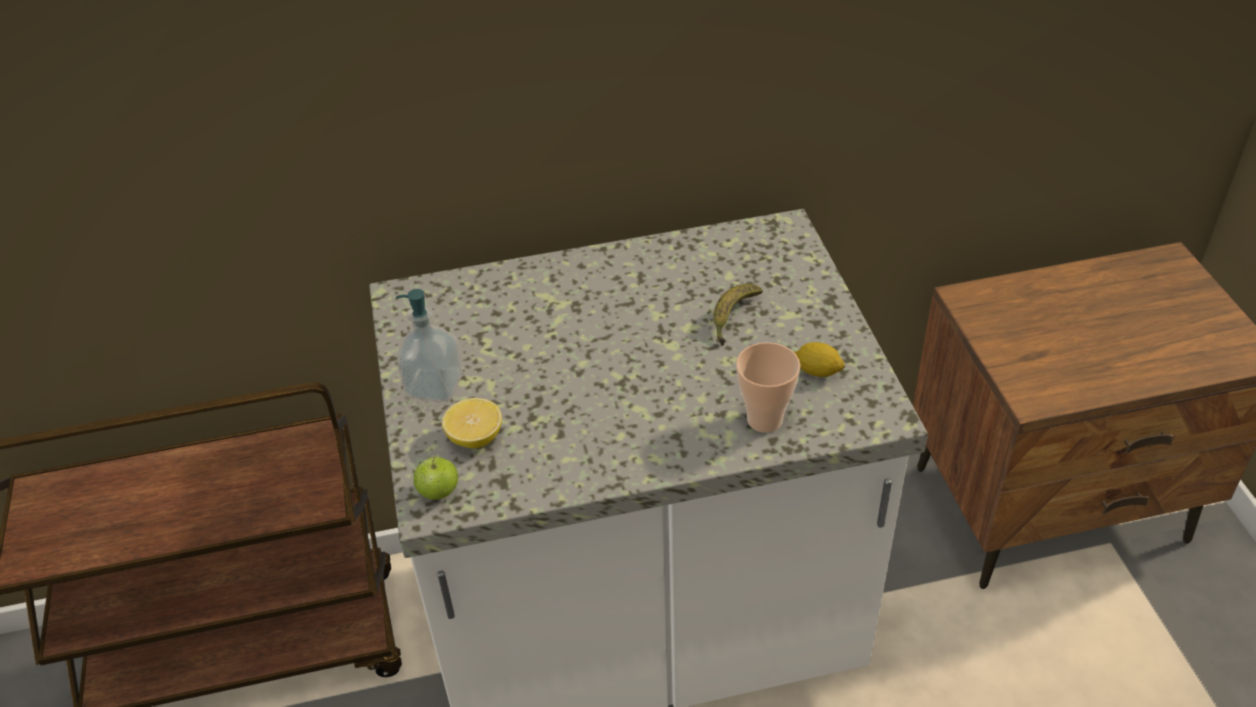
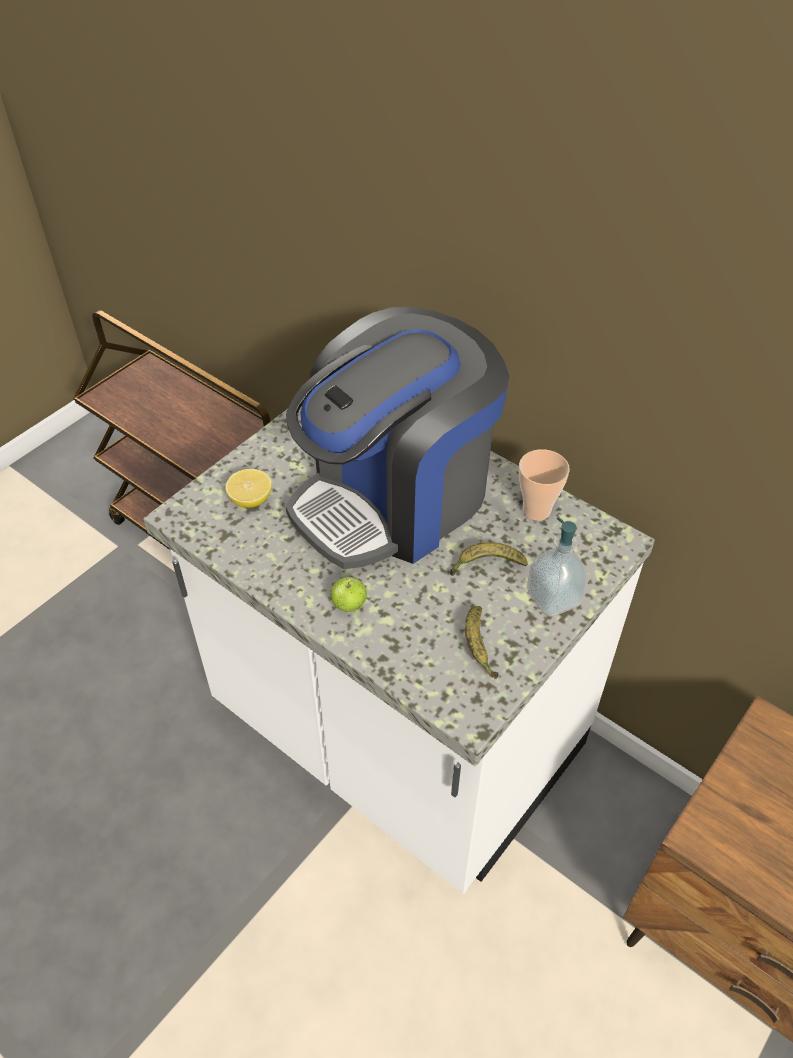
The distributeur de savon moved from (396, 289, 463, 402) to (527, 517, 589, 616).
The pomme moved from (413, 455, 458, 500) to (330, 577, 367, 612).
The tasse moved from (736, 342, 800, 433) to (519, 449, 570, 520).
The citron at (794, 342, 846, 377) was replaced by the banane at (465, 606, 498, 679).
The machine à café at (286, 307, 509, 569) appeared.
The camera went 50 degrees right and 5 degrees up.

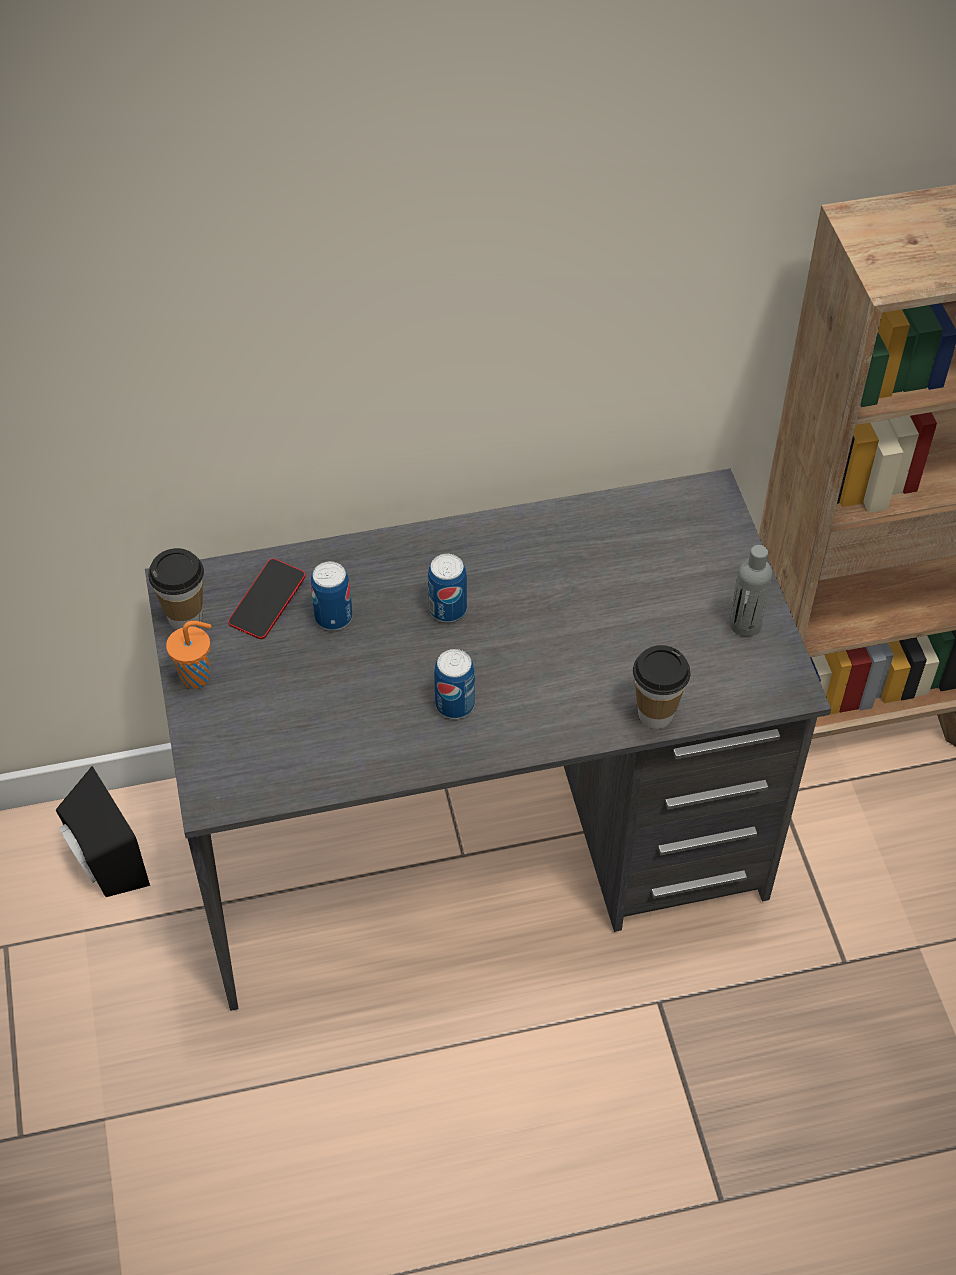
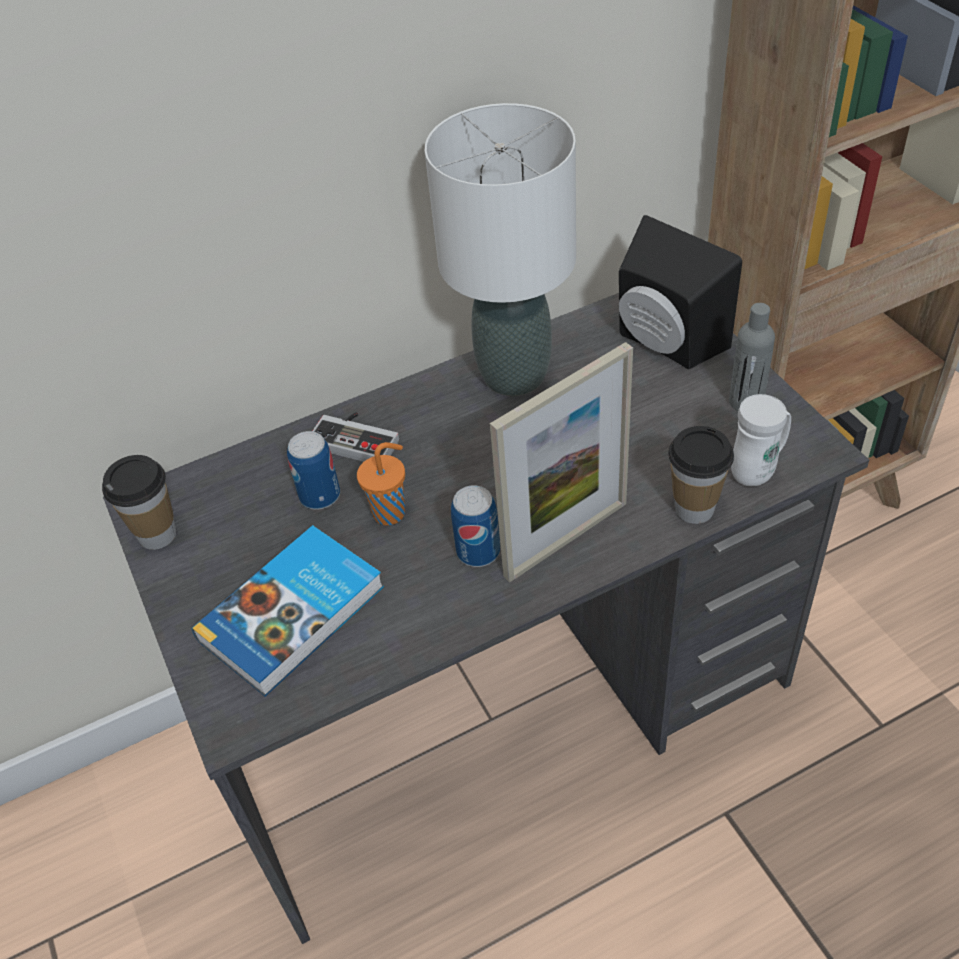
The enceinte/noir moved from (56, 766, 150, 897) to (619, 215, 742, 369).
The tasse/orange moved from (166, 621, 211, 689) to (357, 442, 405, 525).
The téléphone at (228, 559, 305, 639) disappeared.
The boîte métallique at (428, 554, 467, 622) disappeared.
The livre at (192, 526, 384, 696) appeared.
The manette at (313, 412, 399, 462) appeared.
The lampe de table/blanc at (425, 103, 576, 396) appeared.
The cadre photo at (490, 342, 633, 582) appeared.
The mug/blanc at (731, 394, 791, 486) appeared.
The camera went 10 degrees left and 5 degrees down.

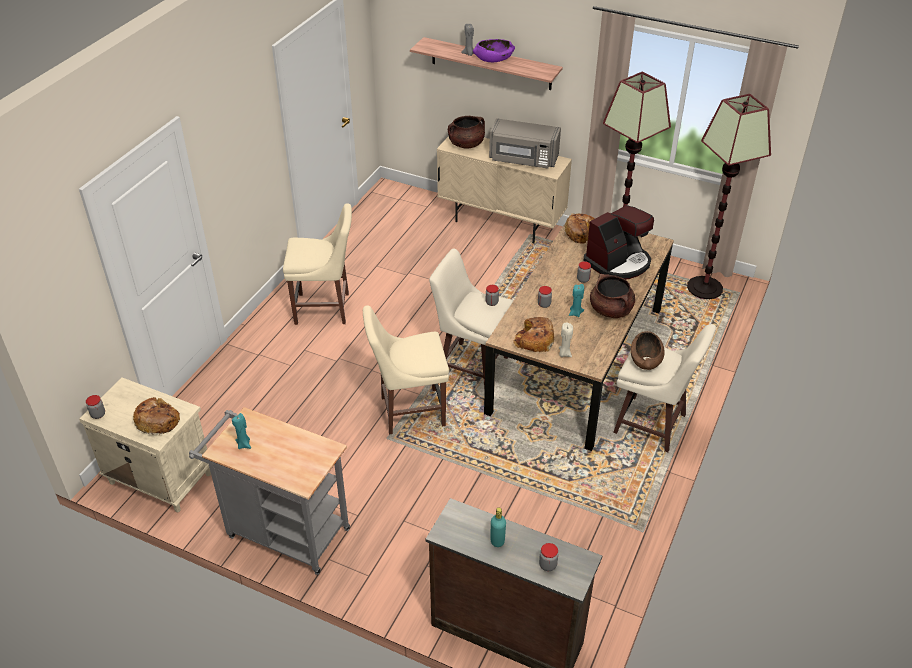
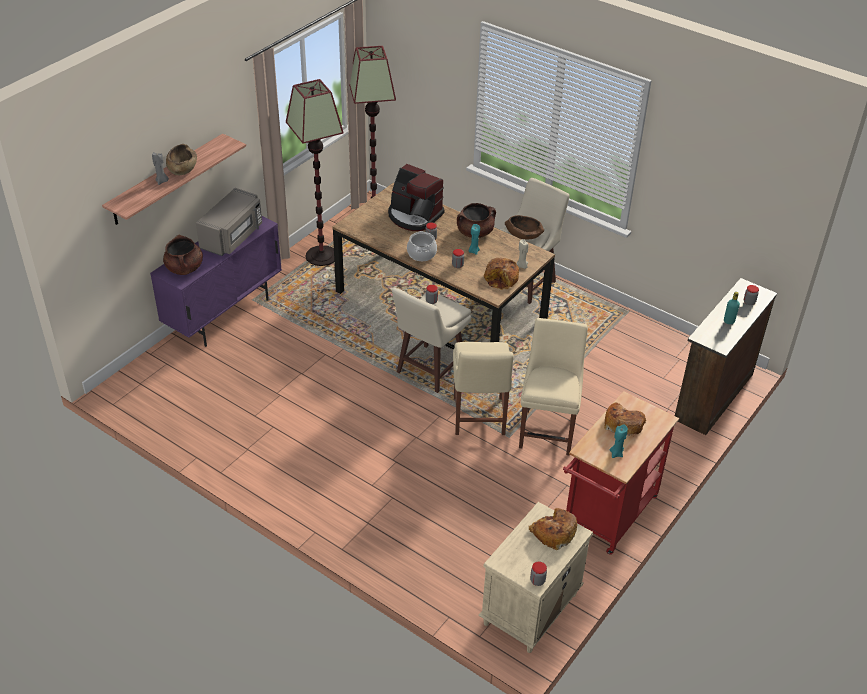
The chariot/gris at (189, 407, 350, 575) became the chariot/rouge at (563, 391, 679, 555).
The chaise/beige moved from (283, 203, 352, 325) to (519, 318, 588, 456).
The meuble de rangement/beige at (437, 136, 572, 243) became the meuble de rangement/violet at (150, 216, 282, 347).
The bol/violet at (473, 39, 515, 62) became the bol/marron at (166, 144, 197, 175).
The pain moved from (565, 214, 595, 244) to (604, 403, 646, 436).
The machine à café at (584, 205, 654, 280) turned 150 degrees clockwise.
The marmite at (407, 231, 437, 261) appeared.
The camera went 80 degrees left and 0 degrees up.

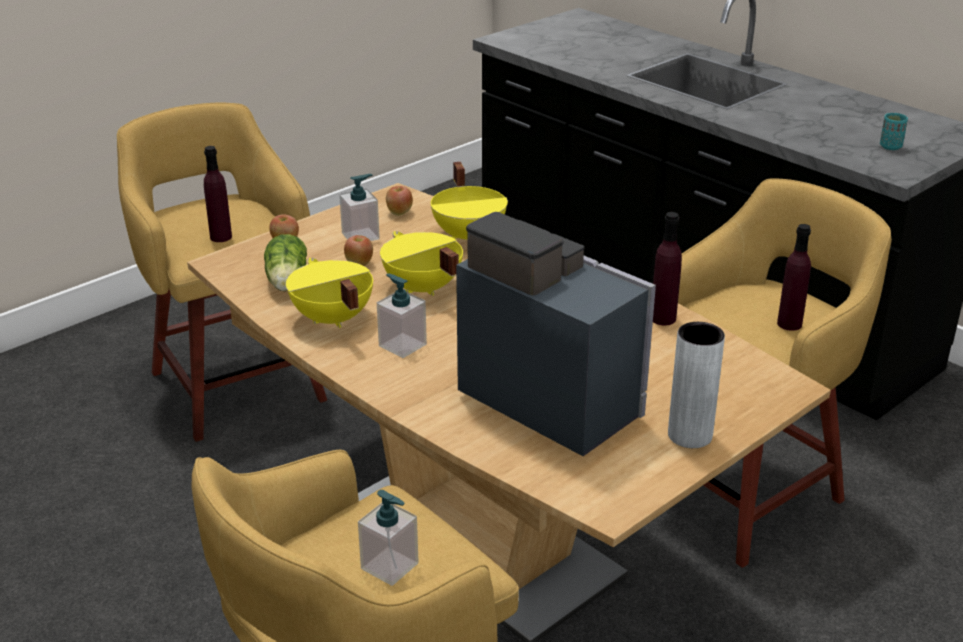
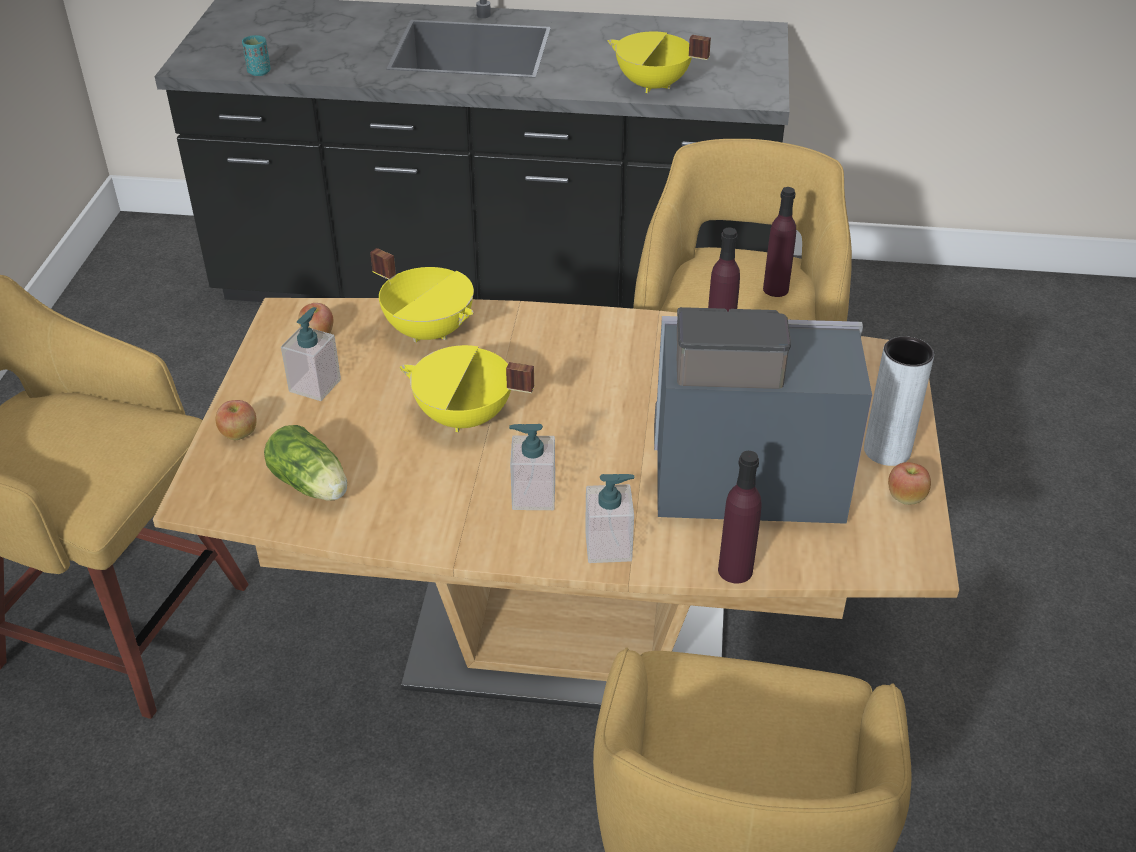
The bouteille/violet moved from (204, 146, 232, 242) to (718, 451, 762, 583).
The marmite/jaune moved from (286, 258, 373, 328) to (608, 31, 711, 93).
The pomme moved from (344, 235, 373, 266) to (888, 462, 931, 505).
The distributeur de savon moved from (358, 490, 419, 586) to (585, 474, 635, 563).
The tasse/turquoise moved from (880, 113, 908, 150) to (242, 35, 271, 76).
The camera went 40 degrees left and 10 degrees up.

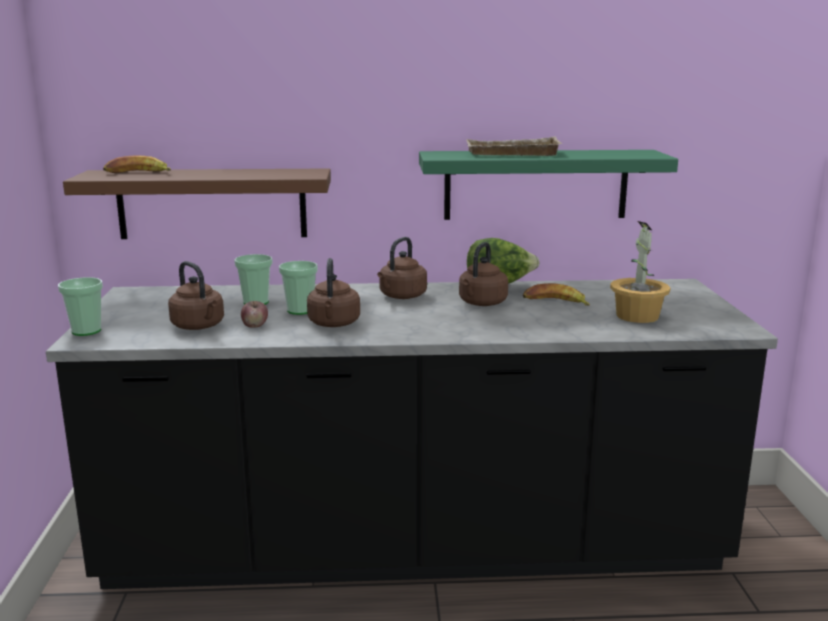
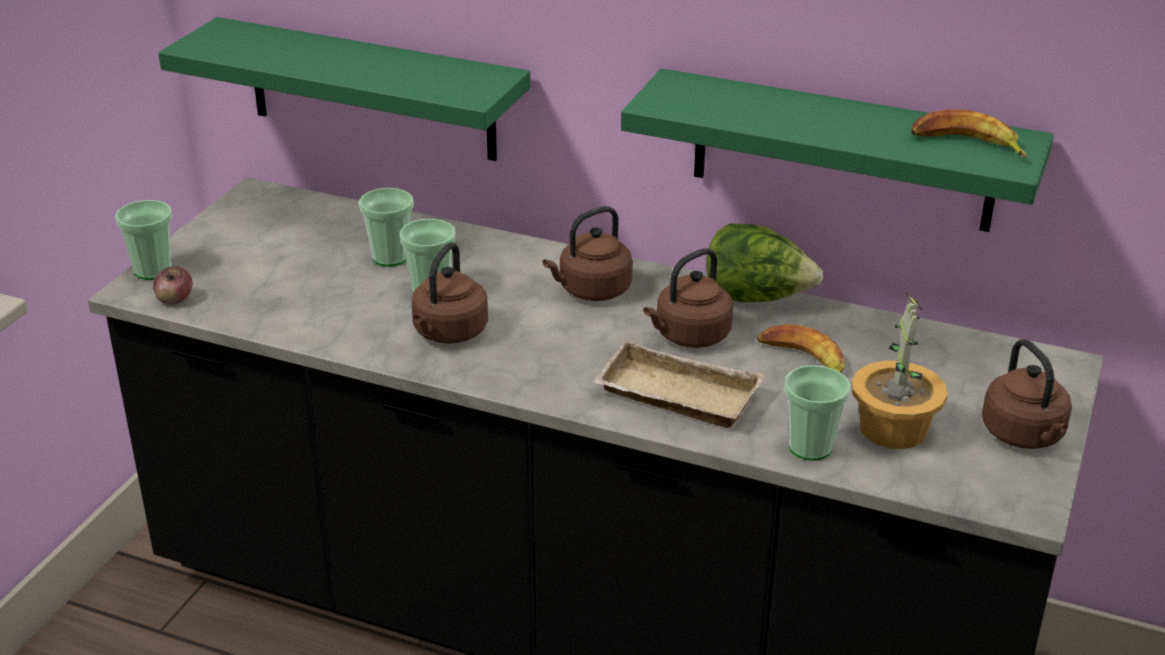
The étagère/marron at (63, 168, 331, 239) became the étagère/vert at (158, 17, 530, 161).
The banane moved from (103, 155, 171, 173) to (911, 109, 1027, 158).
The bouilloire/marron moved from (168, 261, 224, 330) to (982, 339, 1072, 449).
The pomme moved from (241, 301, 268, 327) to (153, 266, 192, 305).
The plateau/beige moved from (466, 137, 562, 156) to (592, 340, 765, 428).
The tasse at (784, 365, 850, 461) appeared.
The camera went 25 degrees right and 15 degrees up.

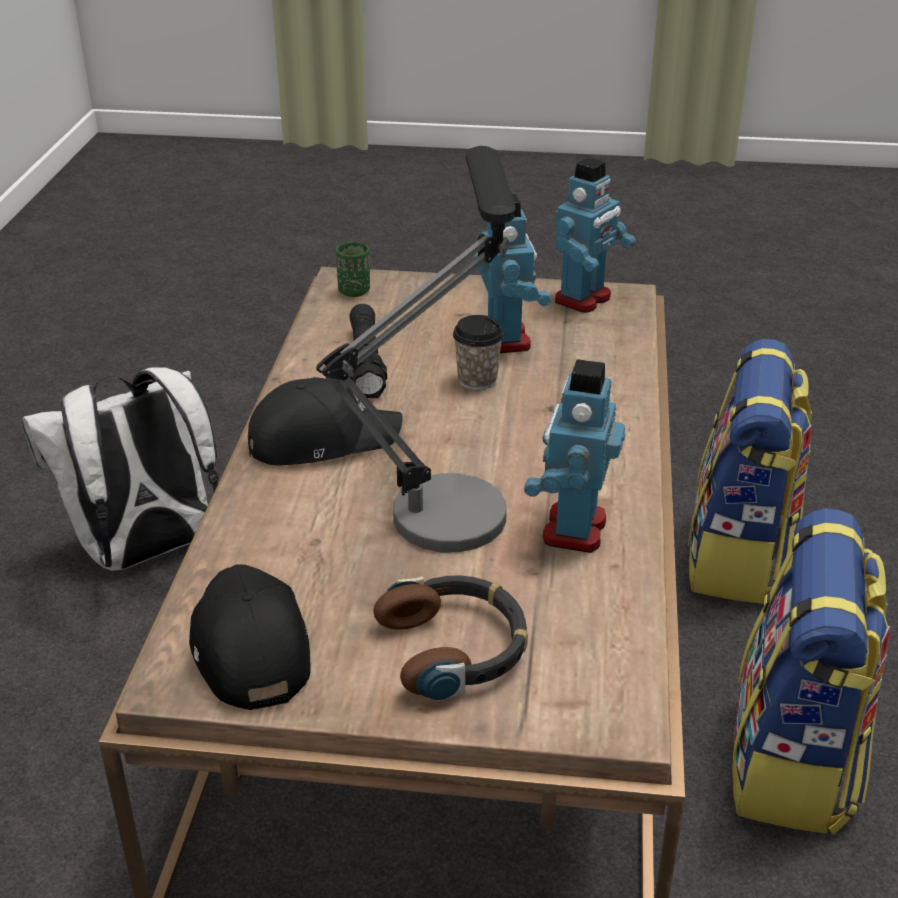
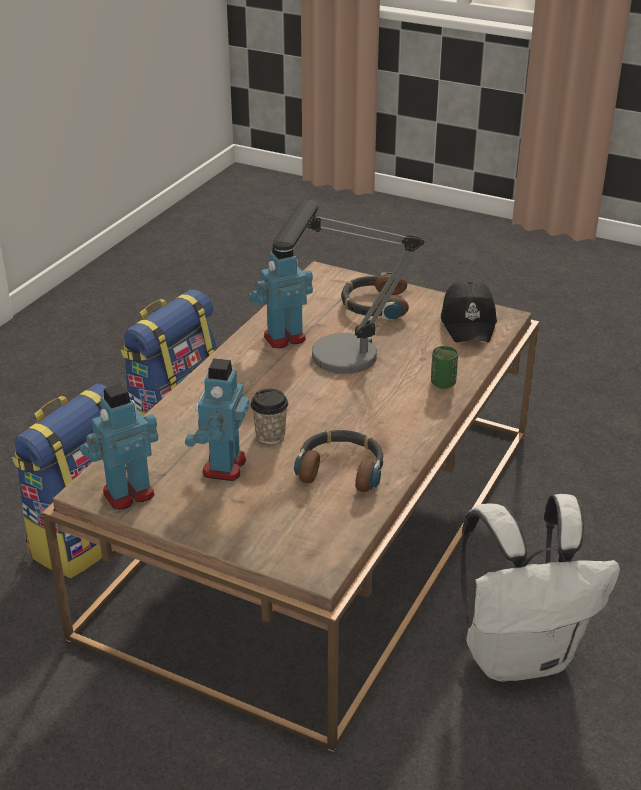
The casquette/noir at (248, 377, 403, 466) disappeared.
The tasse/vert moved from (336, 242, 370, 297) to (431, 346, 458, 389).
The lampe de poche/noir at (349, 304, 387, 398) was replaced by the casque audio at (294, 430, 383, 492).
The robot jouet at (524, 359, 625, 553) turned 150 degrees counterclockwise.
The camera went 160 degrees left and 0 degrees up.

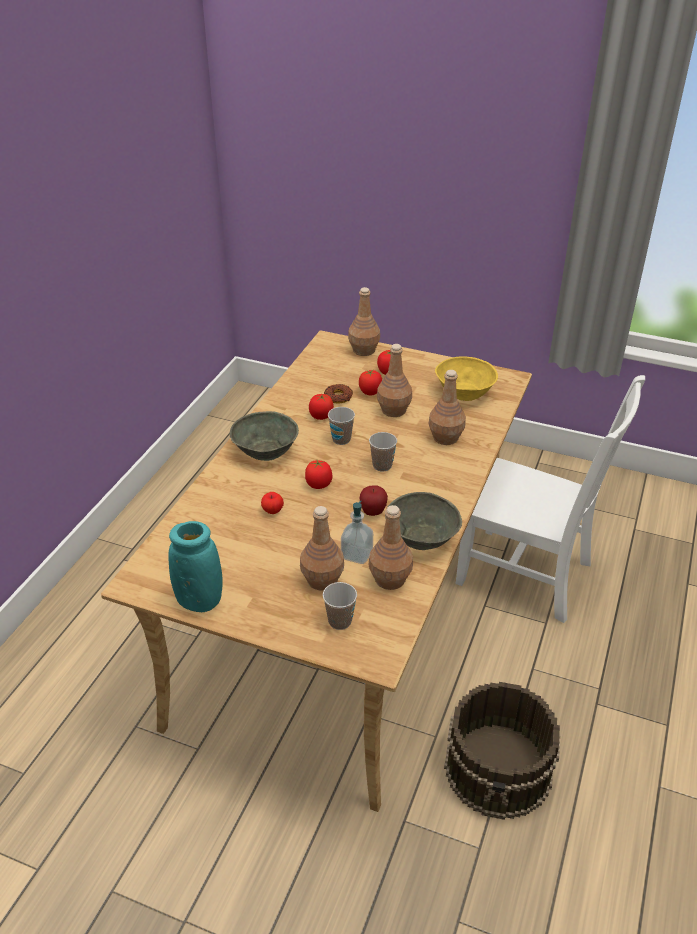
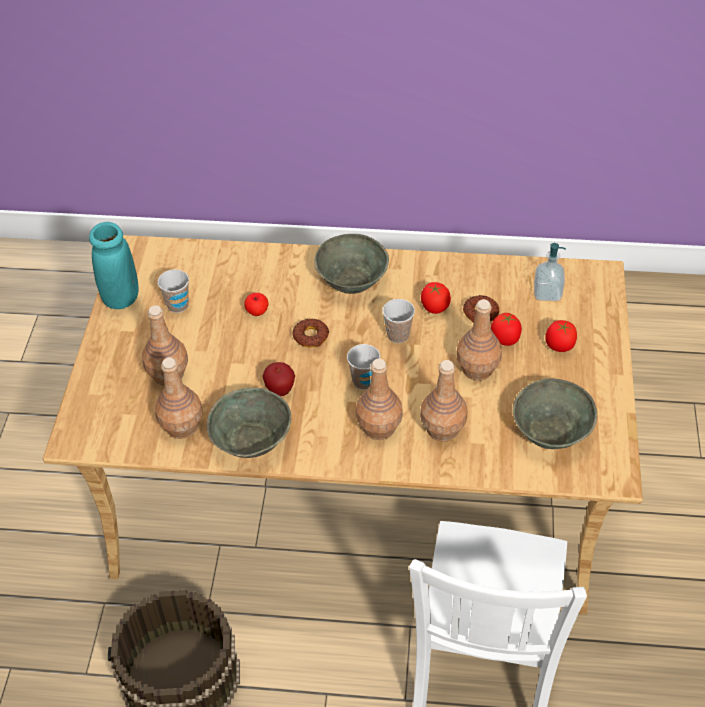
The tomate at (305, 460, 332, 489) was replaced by the beignet at (292, 319, 329, 347).
The tasse moved from (323, 582, 357, 630) to (157, 269, 189, 313).
The distributeur de savon moved from (341, 501, 373, 564) to (534, 243, 566, 301).
The bouteille/marron moved from (348, 287, 380, 356) to (356, 359, 403, 440).
The bol/jaune at (435, 356, 498, 401) became the bol/gris at (513, 378, 597, 449).
The camera went 75 degrees right and 10 degrees up.

